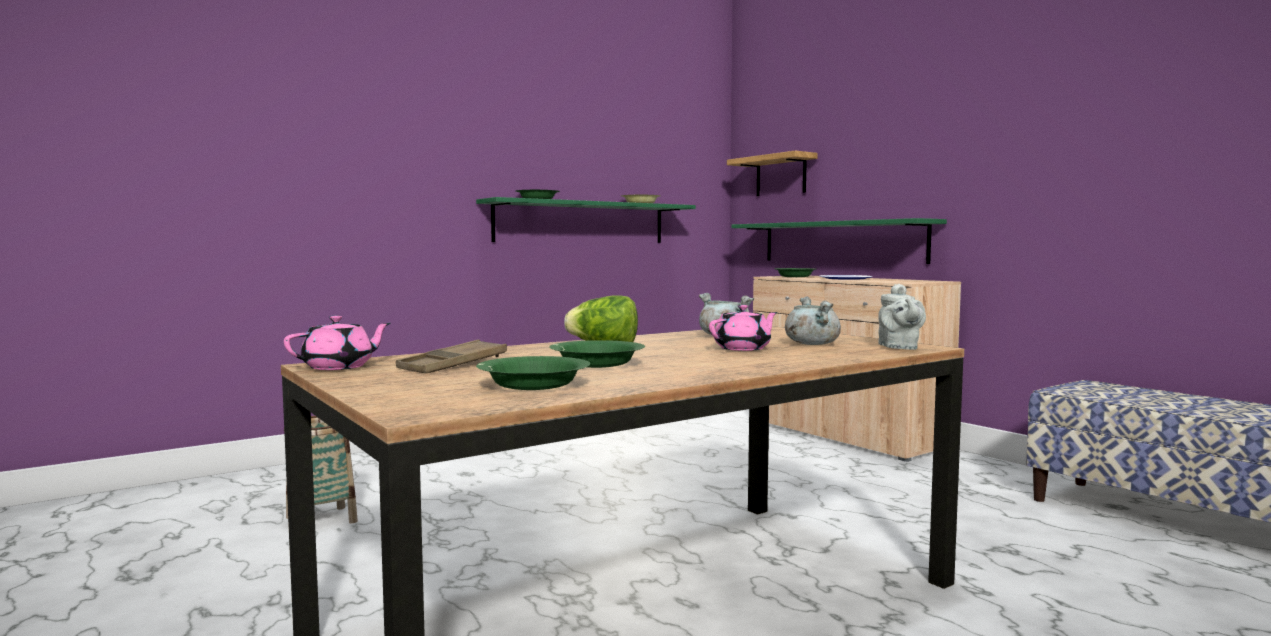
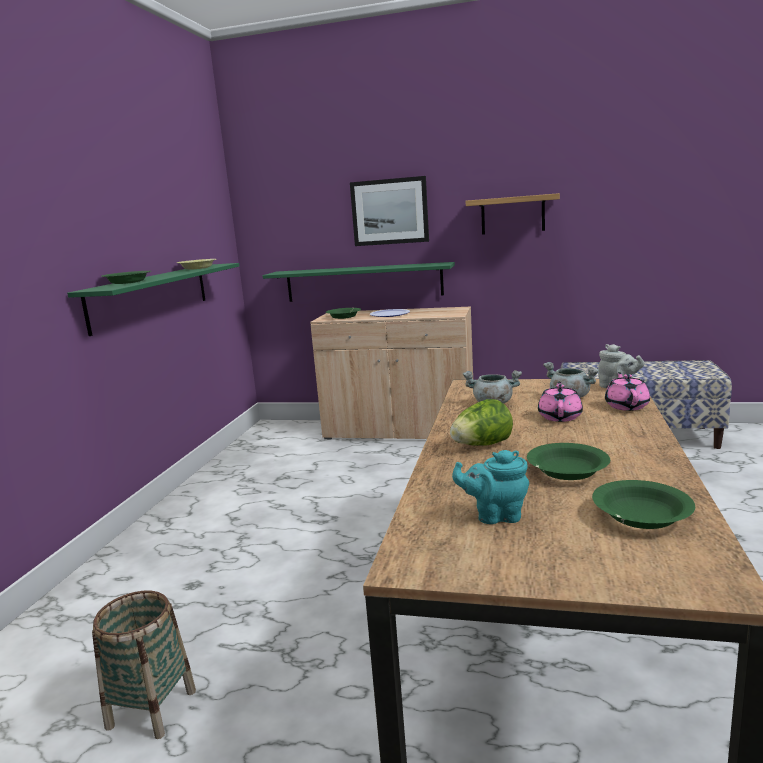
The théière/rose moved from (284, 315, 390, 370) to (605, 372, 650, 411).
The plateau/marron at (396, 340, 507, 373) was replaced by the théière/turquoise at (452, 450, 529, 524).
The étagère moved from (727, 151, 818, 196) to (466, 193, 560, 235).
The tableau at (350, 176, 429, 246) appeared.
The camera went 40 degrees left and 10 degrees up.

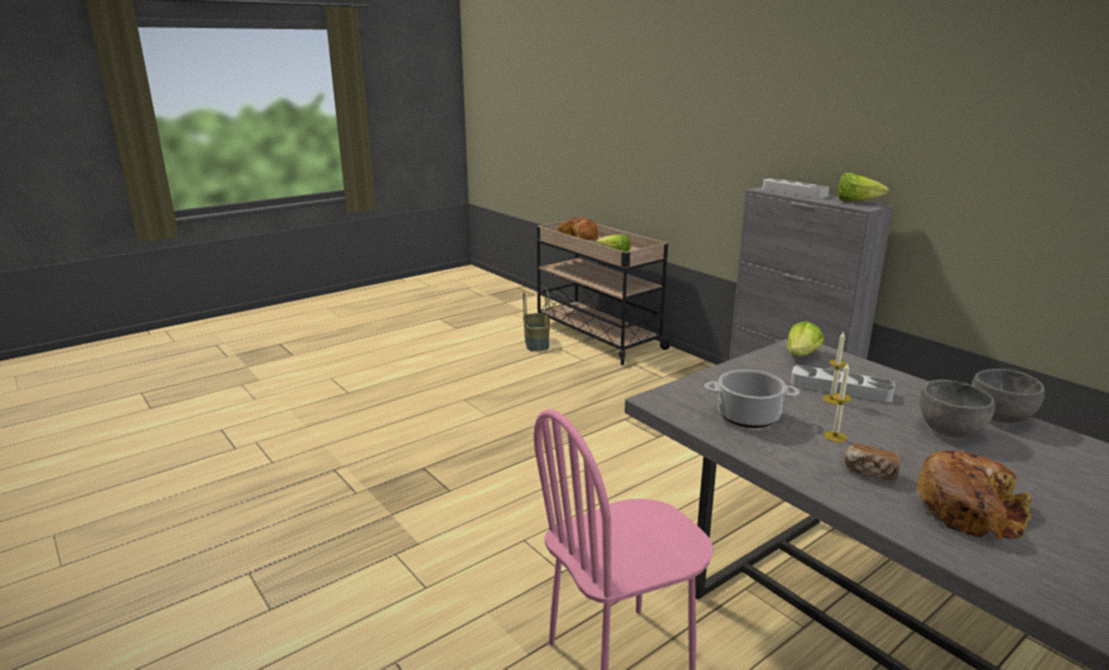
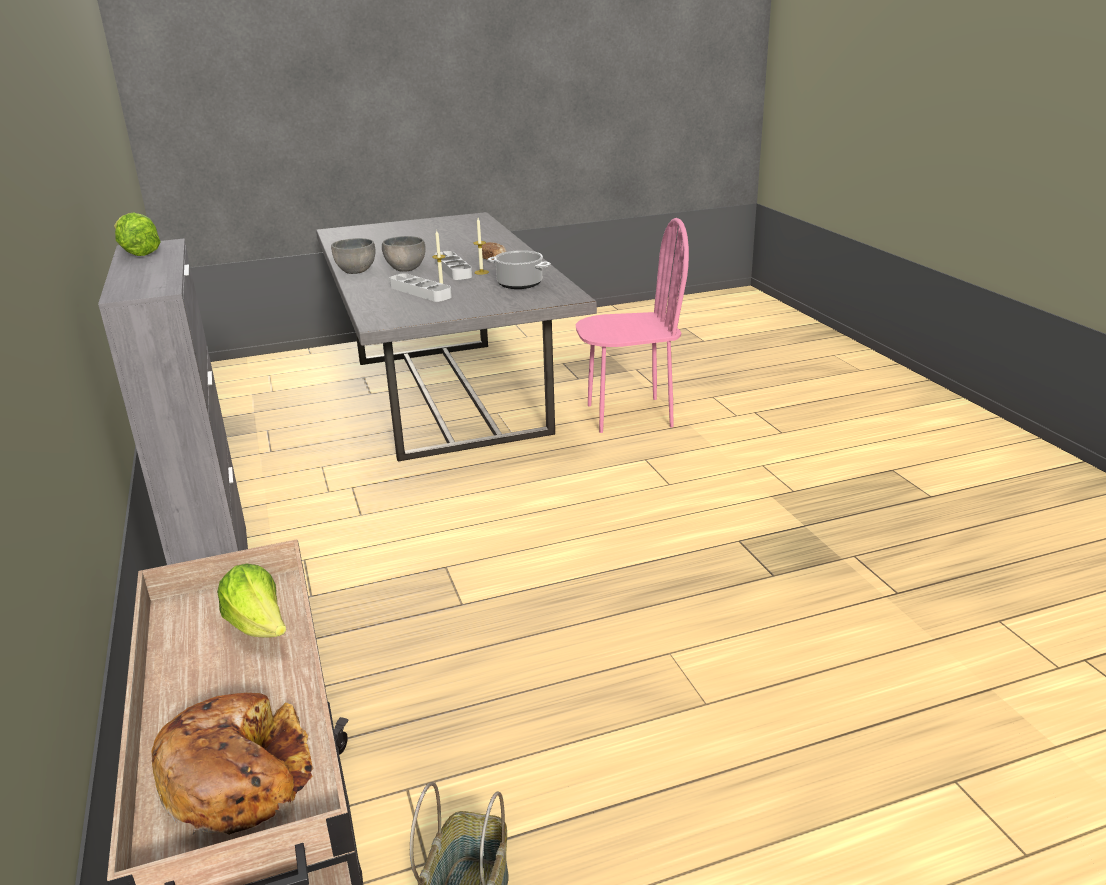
The plateau/gris moved from (762, 178, 829, 198) to (434, 251, 472, 280).
The laitue at (786, 321, 824, 356) disappeared.
The pain at (916, 451, 1031, 539) disappeared.
The camera went 160 degrees left and 5 degrees up.

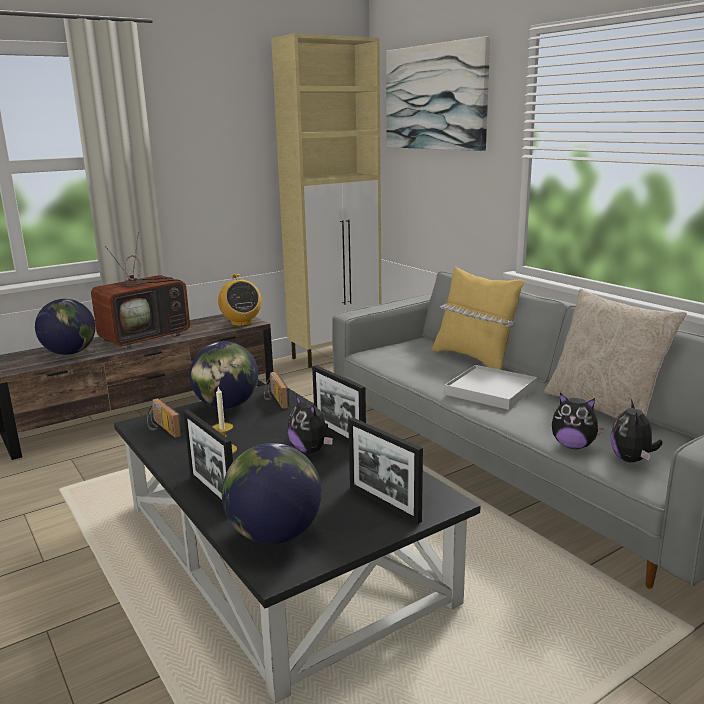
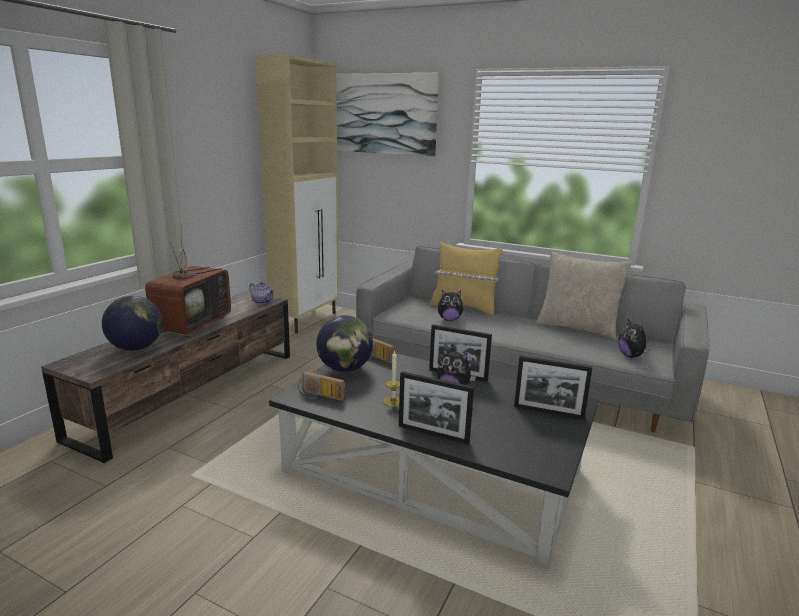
The radio at (218, 274, 262, 326) was replaced by the théière at (249, 282, 275, 304).
The globe at (222, 443, 322, 544) disappeared.
The plateau/blanc at (444, 365, 537, 410) disappeared.
The peluche moved from (552, 393, 604, 449) to (438, 290, 464, 321).
The camera went 30 degrees left and 0 degrees up.

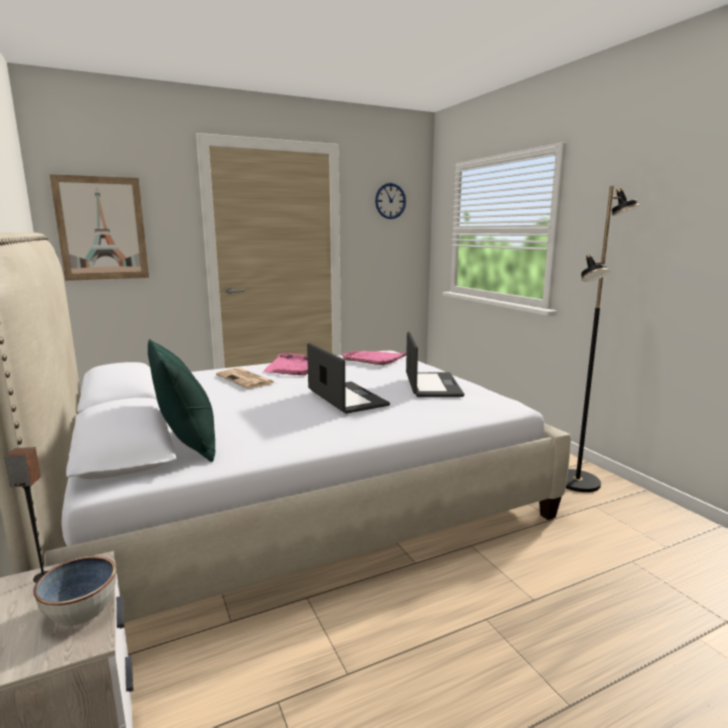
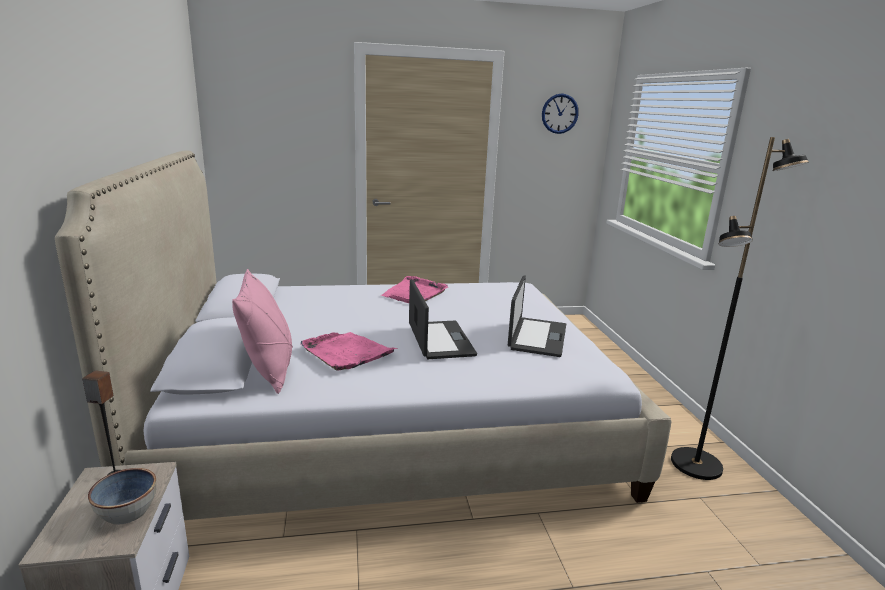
The tableau at (49, 174, 149, 281) disappeared.
The coussin/vert at (148, 339, 215, 462) became the coussin/rose at (232, 269, 293, 394).
The journal at (216, 368, 275, 389) disappeared.
The plateau/rose moved from (342, 350, 406, 365) to (300, 332, 398, 371).
The camera went 15 degrees right and 5 degrees up.

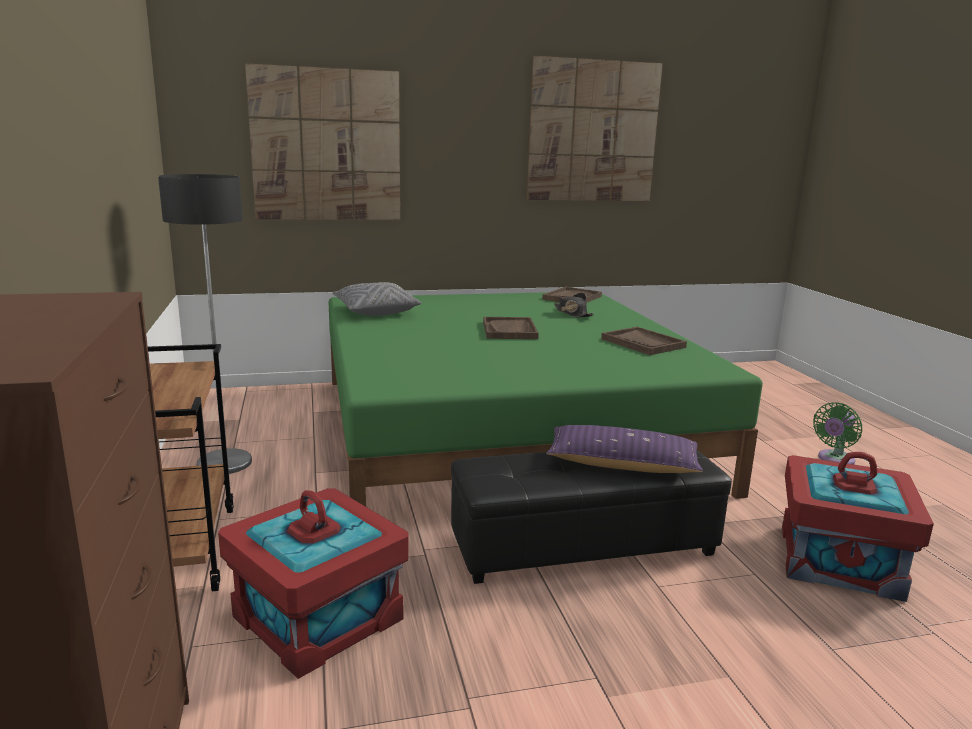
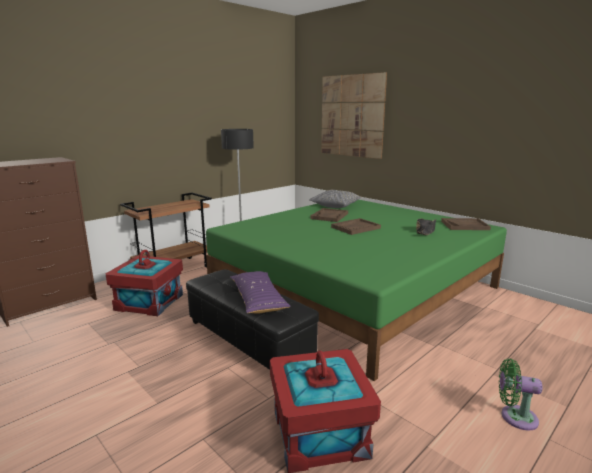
The tableau at (527, 56, 663, 201) disappeared.
The plateau/marron moved from (601, 327, 687, 355) to (310, 208, 348, 222).
The camera went 60 degrees right and 0 degrees up.

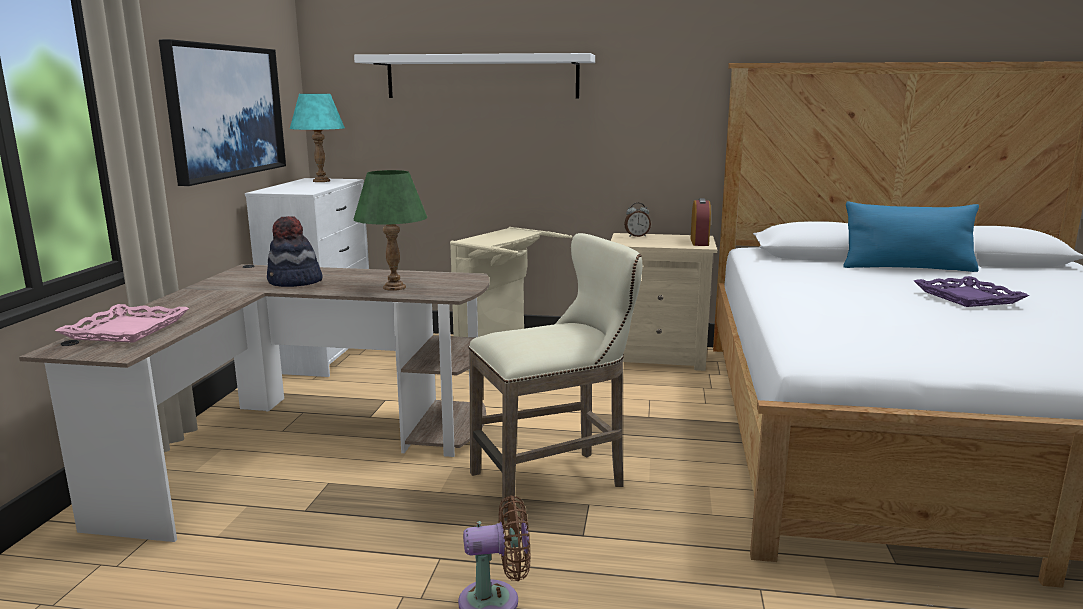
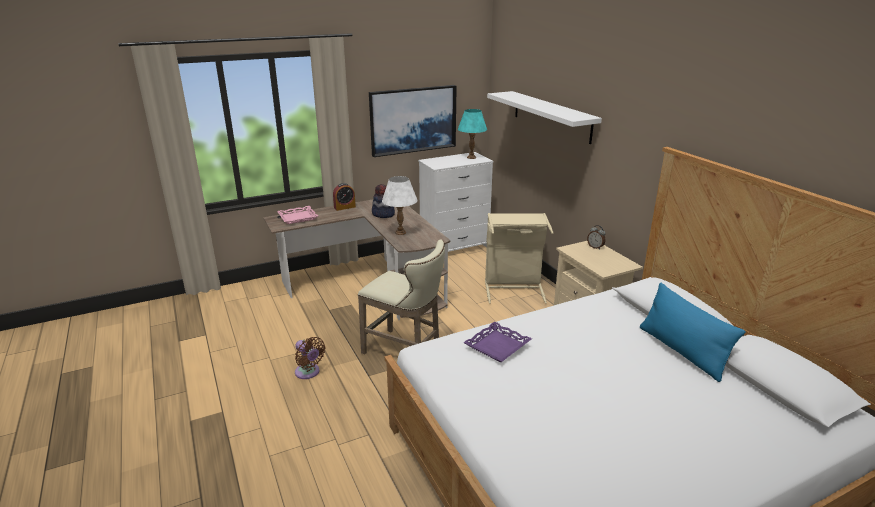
The lampe de table/vert at (353, 170, 427, 291) became the lampe de table/blanc at (382, 176, 417, 235).
The réveil moved from (690, 198, 711, 246) to (333, 183, 356, 211).
The plateau/violet moved from (914, 276, 1029, 307) to (463, 321, 532, 362).
The camera went 55 degrees right and 10 degrees up.

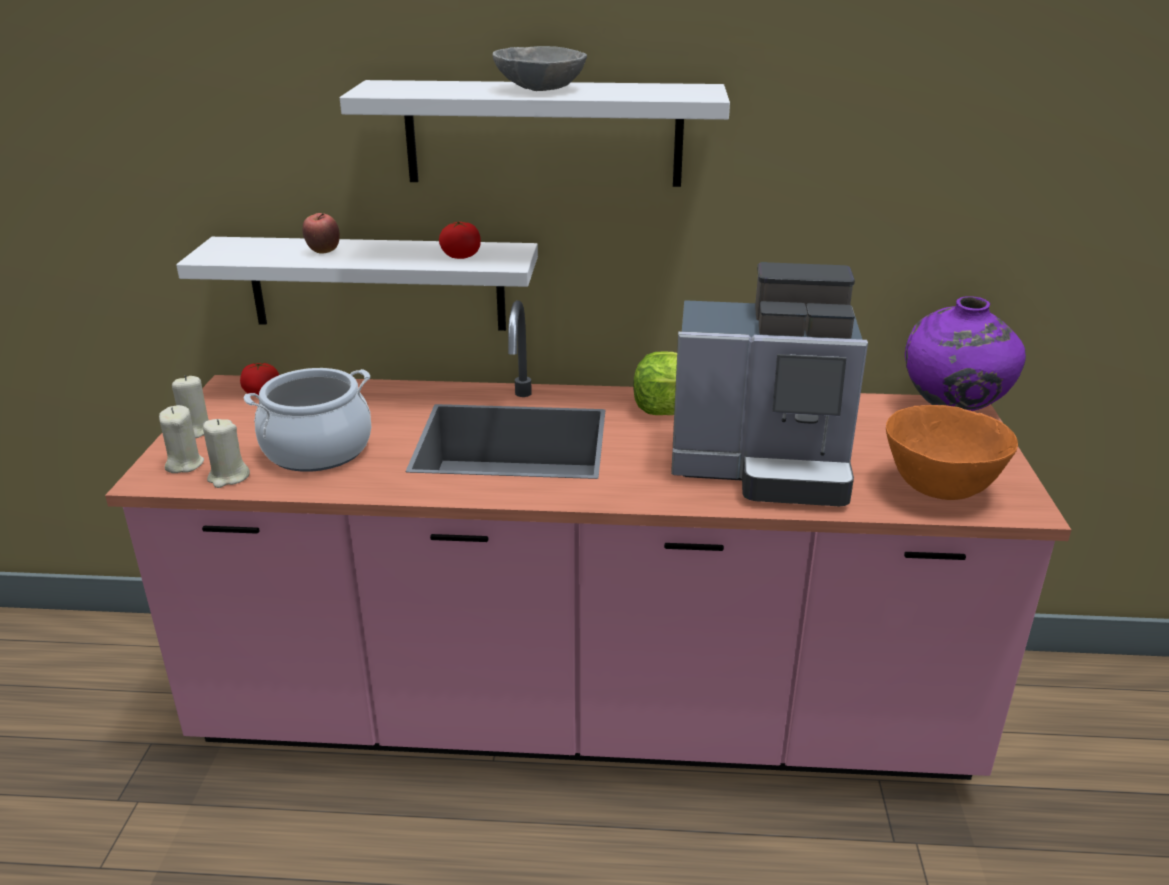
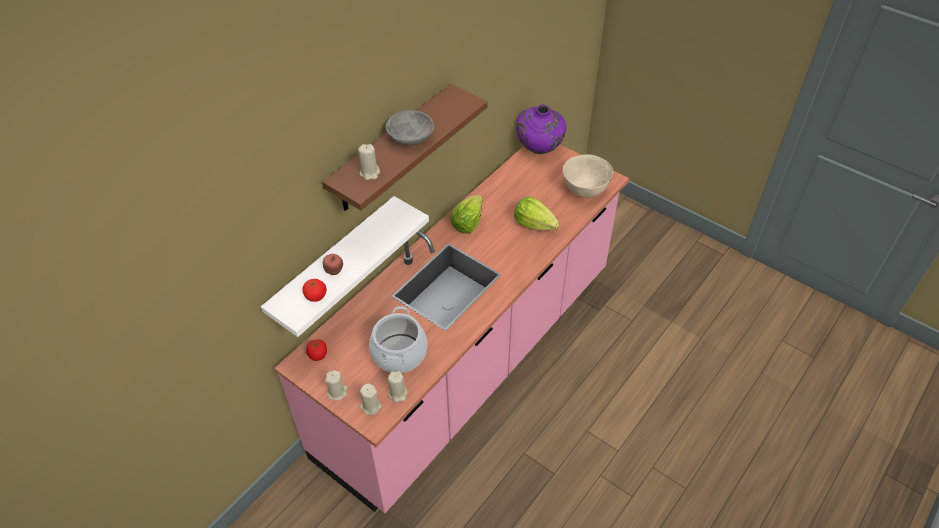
The étagère/blanc at (340, 80, 730, 187) became the étagère/marron at (322, 84, 488, 211).
The tomate moved from (439, 221, 481, 259) to (303, 279, 327, 302).
The machine à café at (671, 262, 868, 506) was replaced by the laitue at (514, 197, 559, 230).
The bol/orange at (886, 405, 1018, 500) became the bol/beige at (563, 155, 613, 197).
The bougie/beige at (358, 144, 380, 180) appeared.
The camera went 55 degrees left and 20 degrees up.

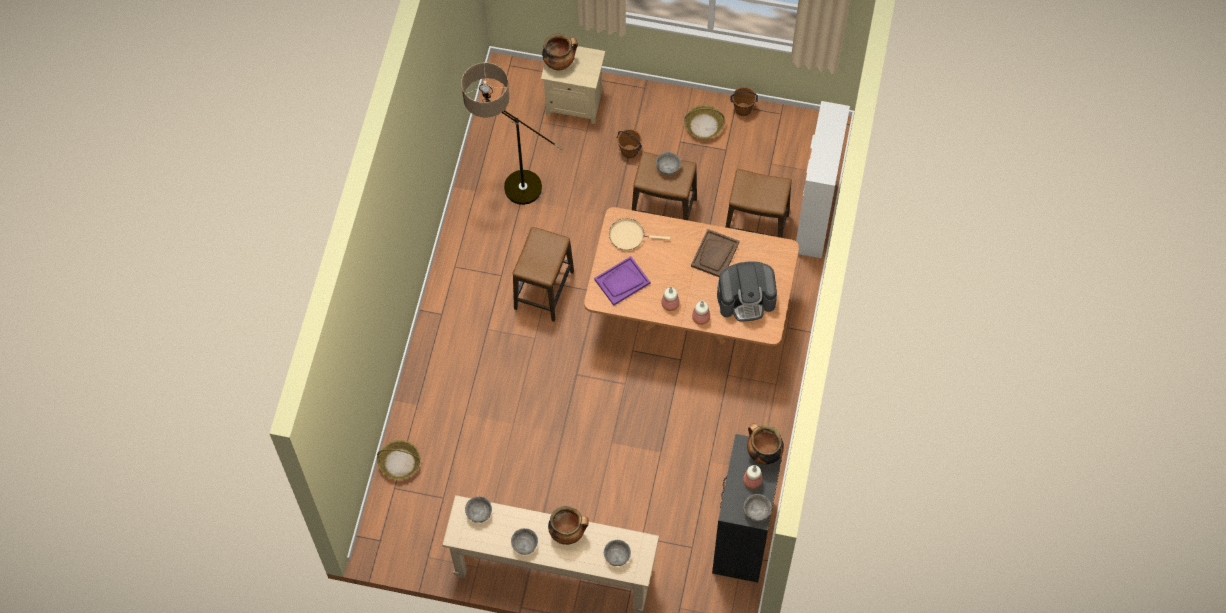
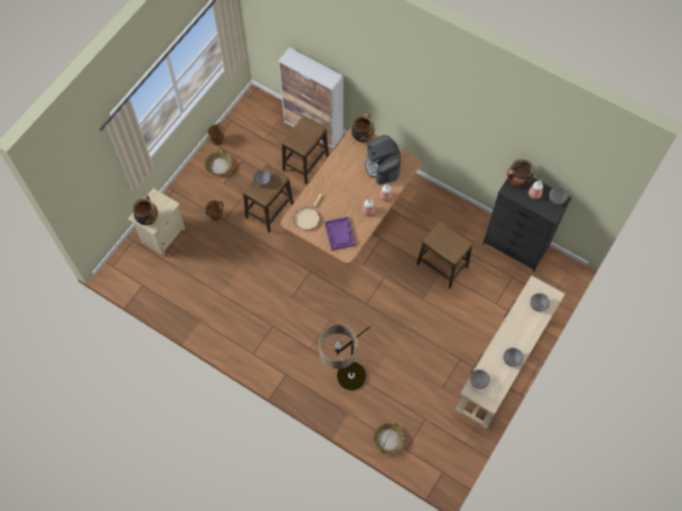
The lampadaire moved from (461, 62, 562, 205) to (319, 324, 374, 390).
The tabouret moved from (513, 227, 574, 322) to (417, 221, 473, 289).
The marmite moved from (548, 506, 588, 545) to (351, 113, 374, 142).
The plateau/marron at (691, 229, 739, 277) disappeared.
The machine à café at (717, 261, 777, 322) turned 150 degrees clockwise.
The camera went 70 degrees left and 0 degrees up.

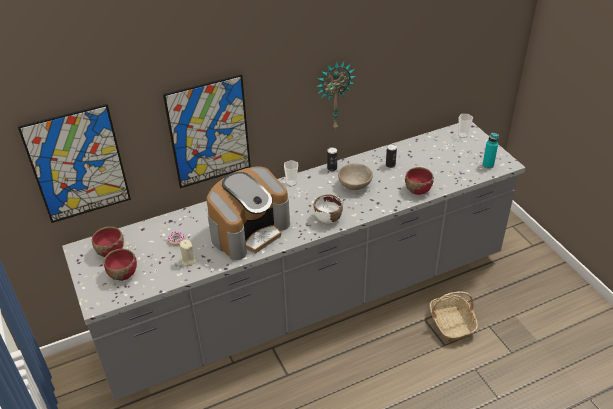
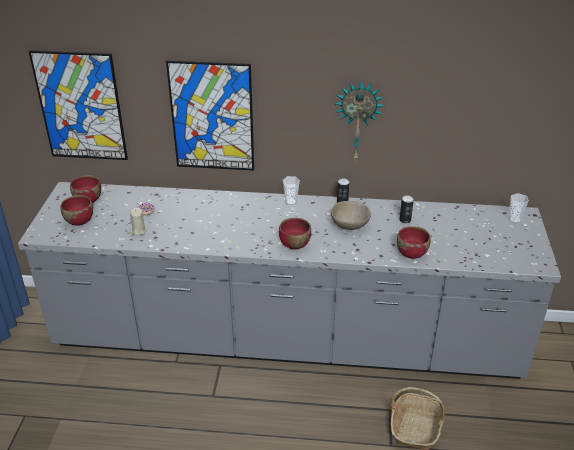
The machine à café at (206, 166, 290, 260) disappeared.
The bol/blanc at (313, 194, 343, 224) became the bol/rouge at (279, 218, 311, 250).
The bouteille/turquoise at (482, 133, 499, 169) disappeared.
The camera went 30 degrees right and 5 degrees down.

